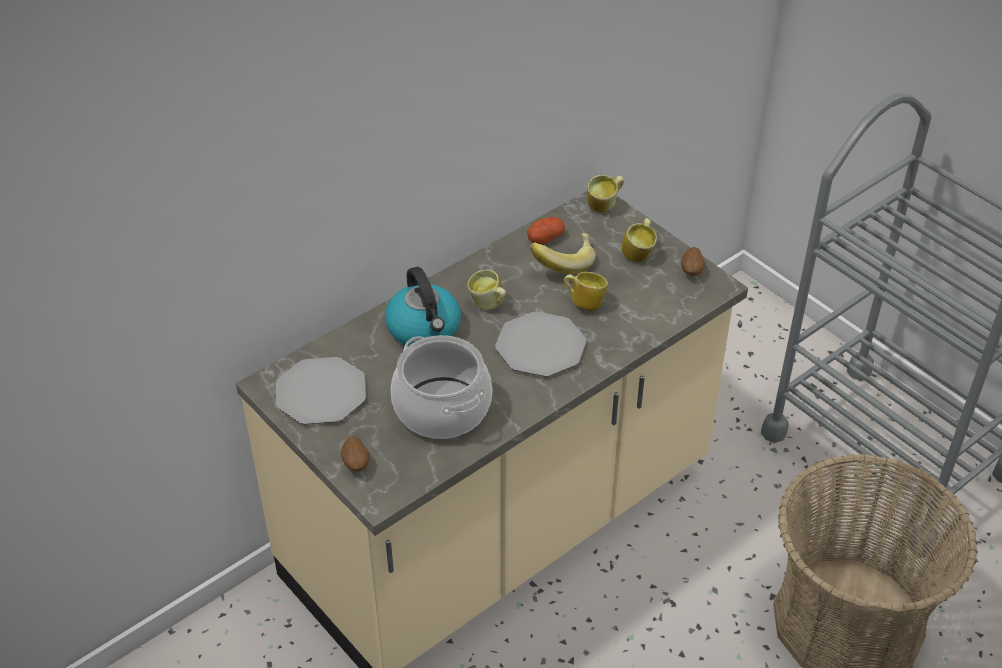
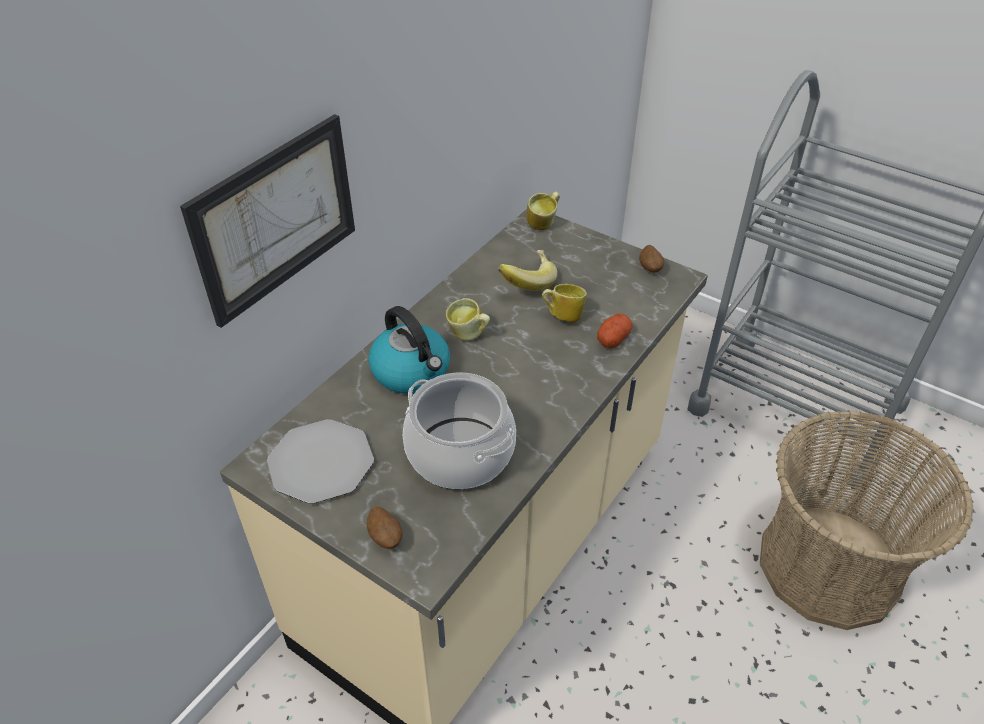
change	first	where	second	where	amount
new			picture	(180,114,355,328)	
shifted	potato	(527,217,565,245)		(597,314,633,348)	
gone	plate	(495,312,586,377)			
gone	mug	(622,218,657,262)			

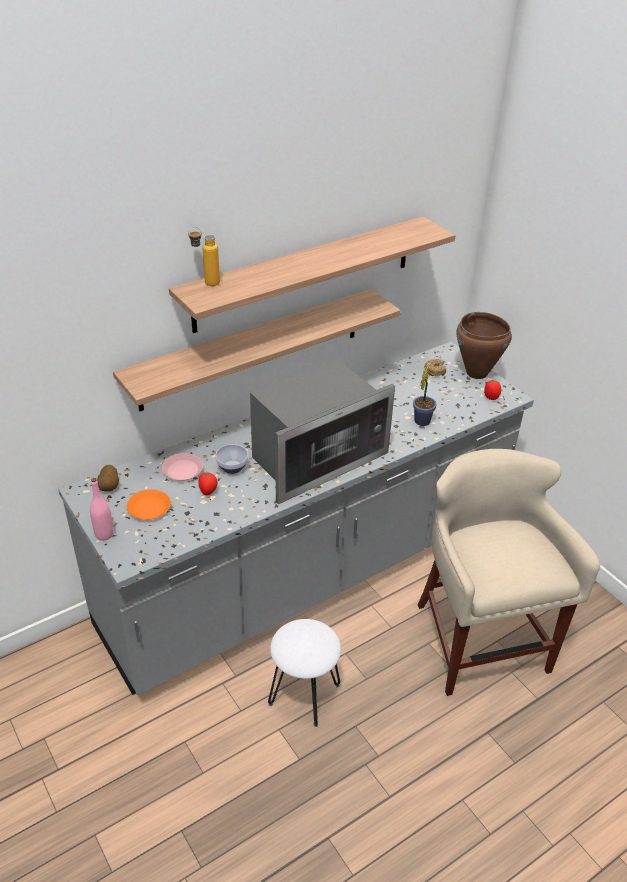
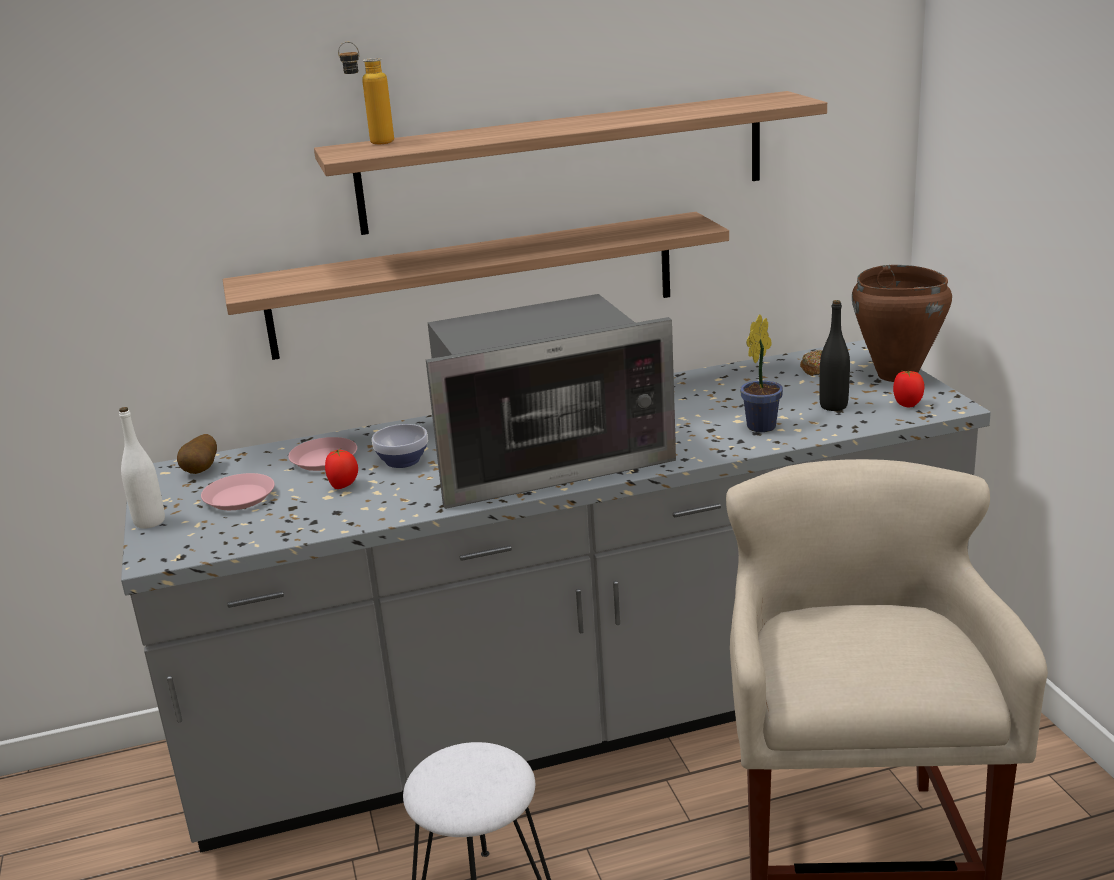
change	first	where	second	where	amount
repainted	pink bottle	(90,478,114,540)	white bottle	(119,407,165,529)	
repainted	orange plate	(127,489,170,520)	pink plate	(201,473,275,510)	
new			black bottle	(819,300,850,411)	

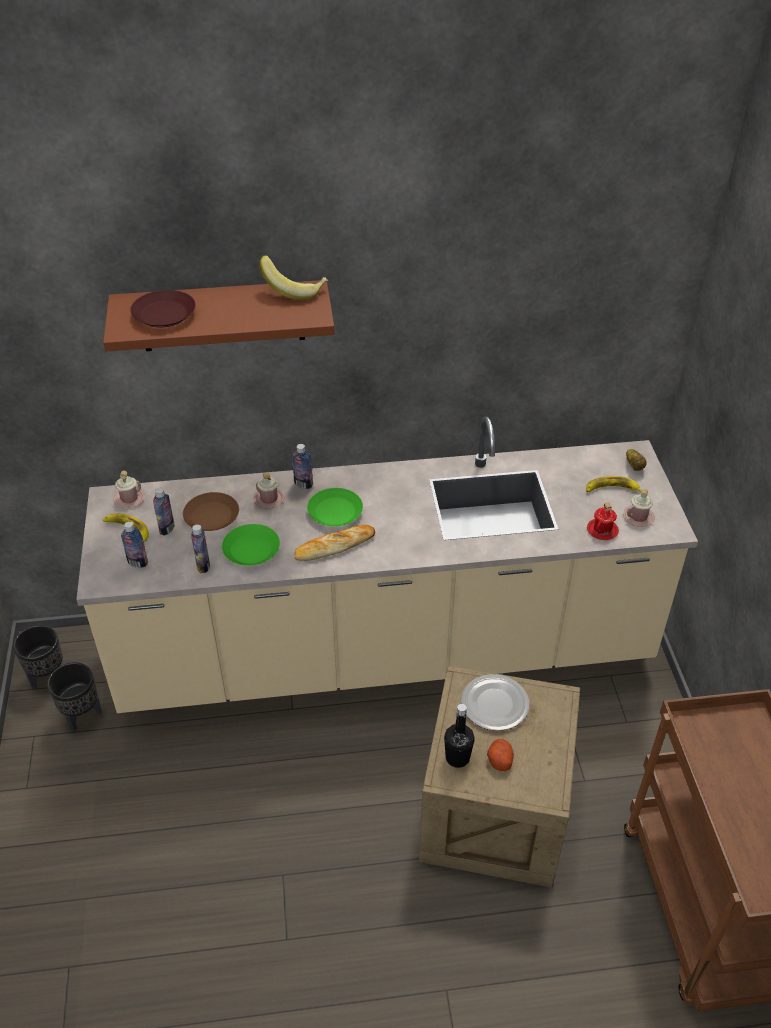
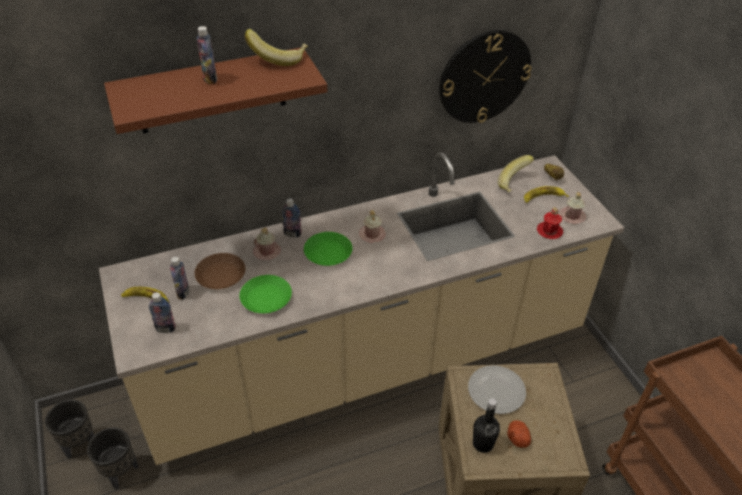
change	first	where	second	where	amount
shifted	bottle	(191,524,210,573)		(196,26,217,84)	
shifted	pink mug	(113,471,145,508)		(359,210,386,243)	
new			wall clock	(439,30,532,123)	
new			banana	(498,155,534,193)	
gone	brown plate	(130,290,196,328)			
gone	bread	(294,525,375,561)			

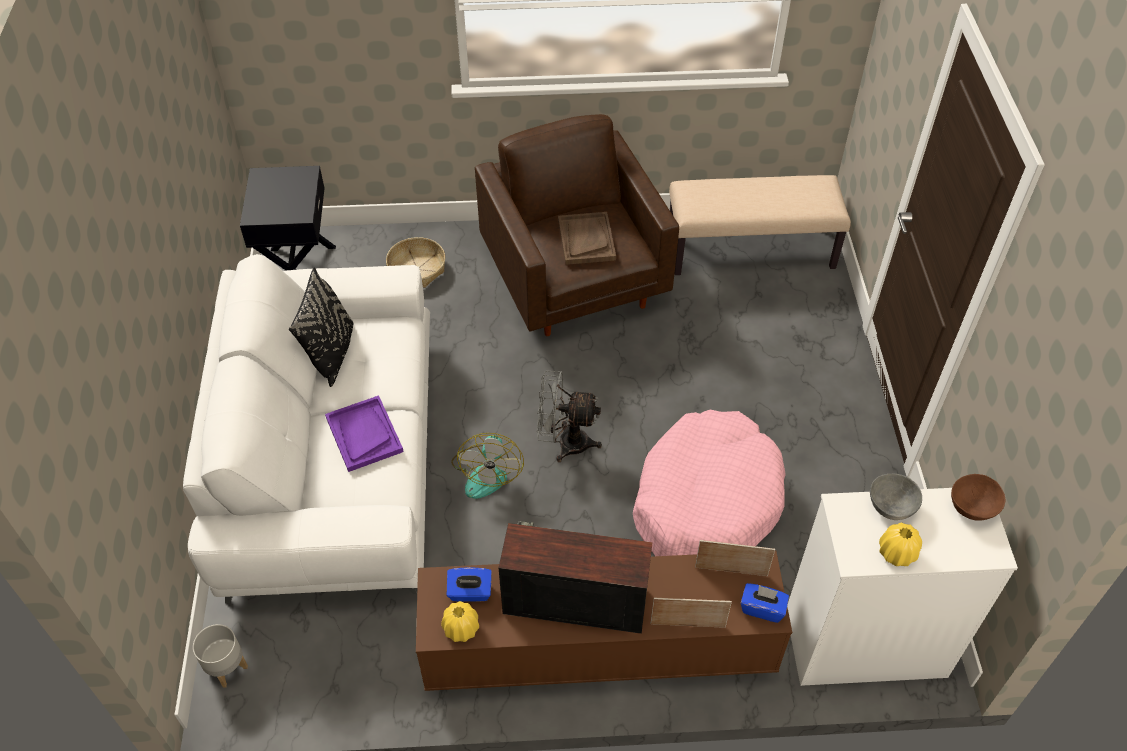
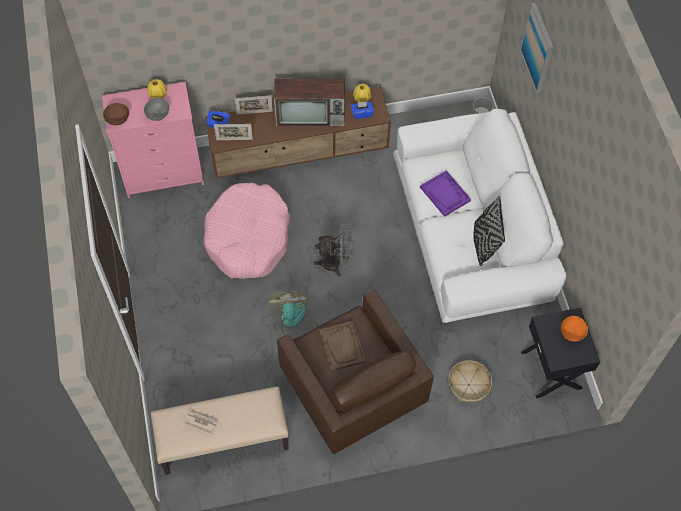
change	first	where	second	where	amount
repainted	white dresser	(787,488,1018,686)	pink dresser	(102,82,204,198)	
new			newspaper	(184,410,219,434)	
shifted	fan	(451,433,524,499)		(268,292,318,340)	
new			picture	(520,3,553,93)	
new			orange bowl	(561,316,588,341)	

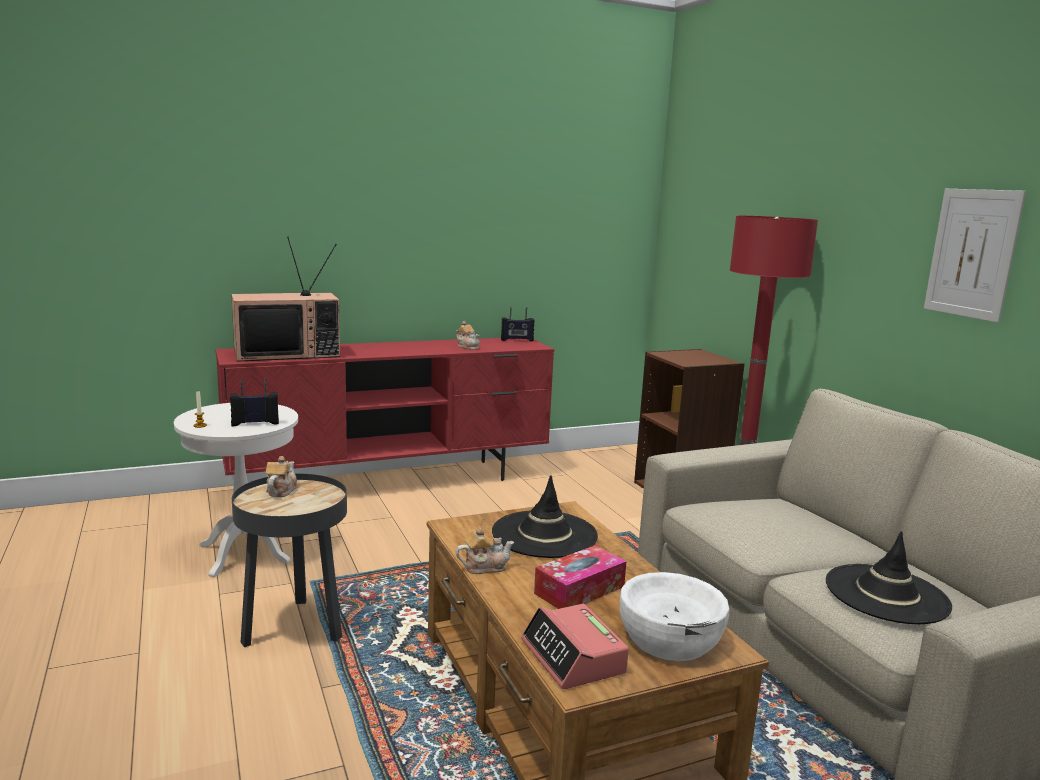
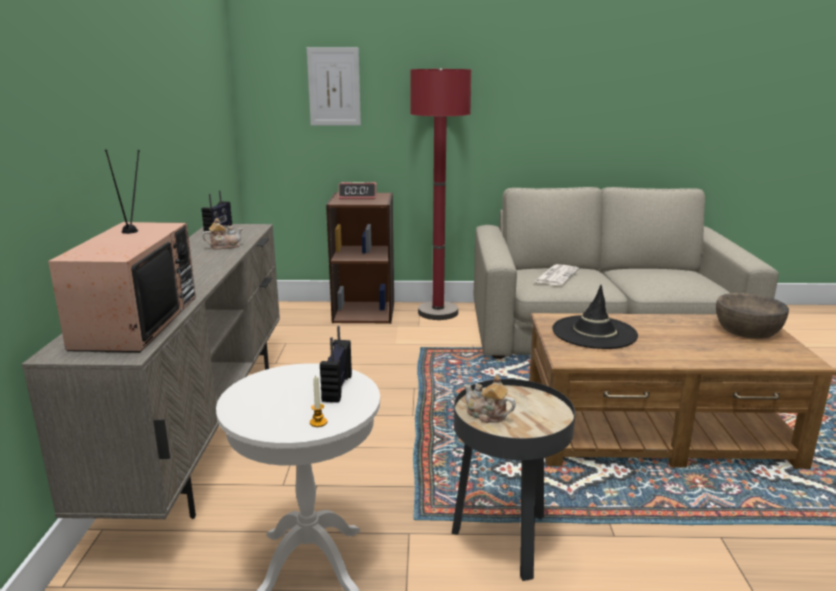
change	first	where	second	where	amount
repainted	red tv stand	(215,338,554,481)	beige tv stand	(22,224,280,519)	
shifted	picture	(924,189,1026,322)		(307,47,361,125)	
shifted	alarm clock	(521,604,629,689)		(339,182,377,199)	
new			newspaper	(534,264,579,286)	
repainted	white bowl	(620,572,729,661)	brown bowl	(716,293,789,339)	
gone	teapot	(456,527,514,574)			
gone	tissue box	(534,545,626,609)			
gone	black hat	(826,531,952,624)			

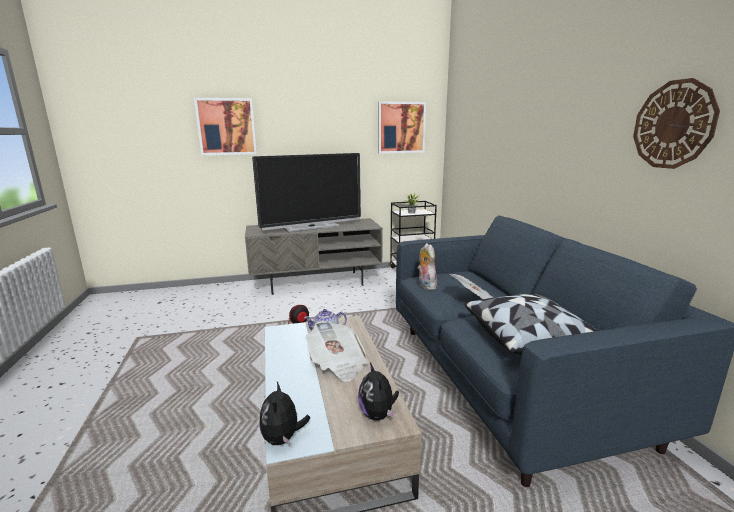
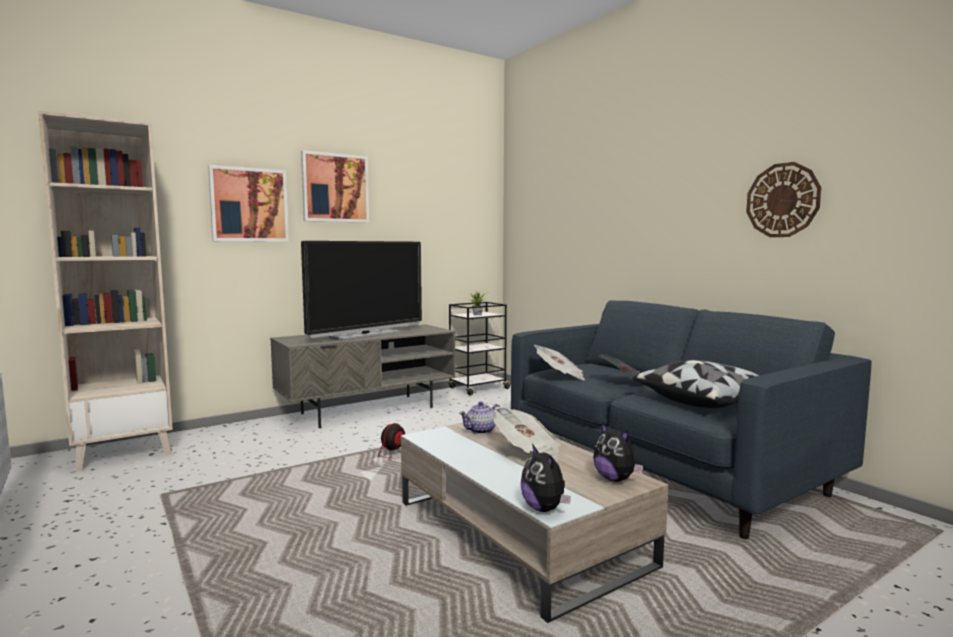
change	first	where	second	where	amount
new			beige bookcase	(38,110,173,472)	
shifted	picture	(378,101,426,154)		(301,150,369,223)	
swapped	plush toy	(417,243,437,290)	newspaper	(534,345,585,380)	

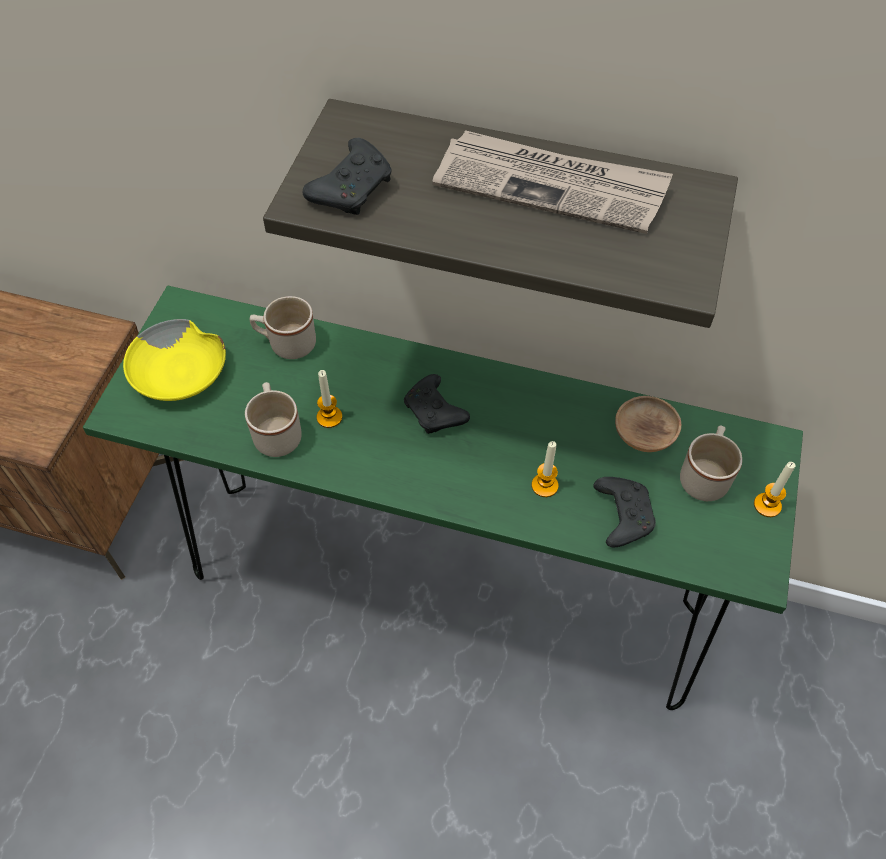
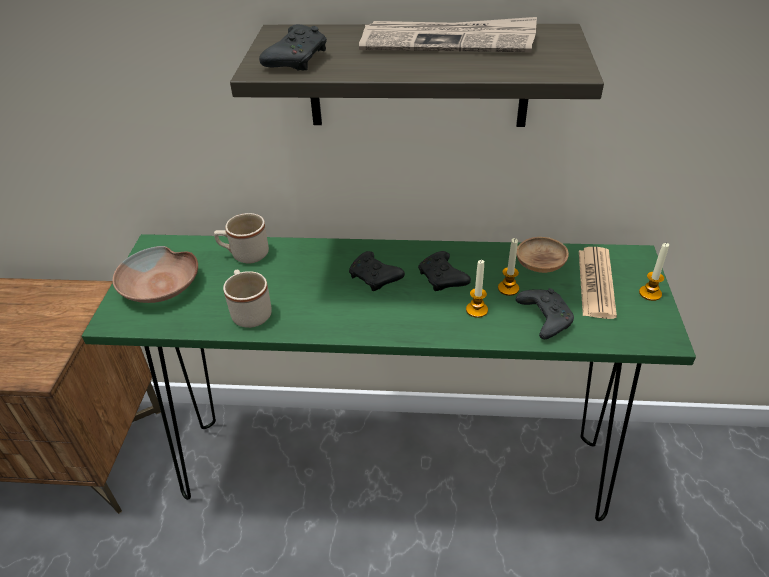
change	first	where	second	where	amount
repainted	yellow bowl	(123,319,226,401)	brown bowl	(113,246,198,303)	
new			black game controller	(418,251,471,291)	
shifted	candle	(317,370,342,428)		(498,238,519,296)	
swapped	beige mug	(680,426,742,501)	newspaper	(579,247,617,319)	

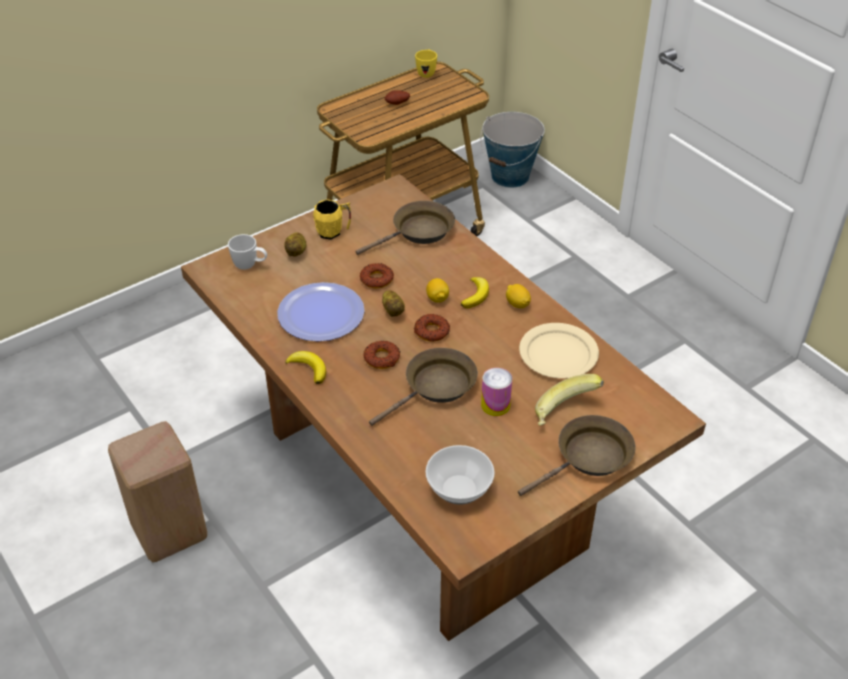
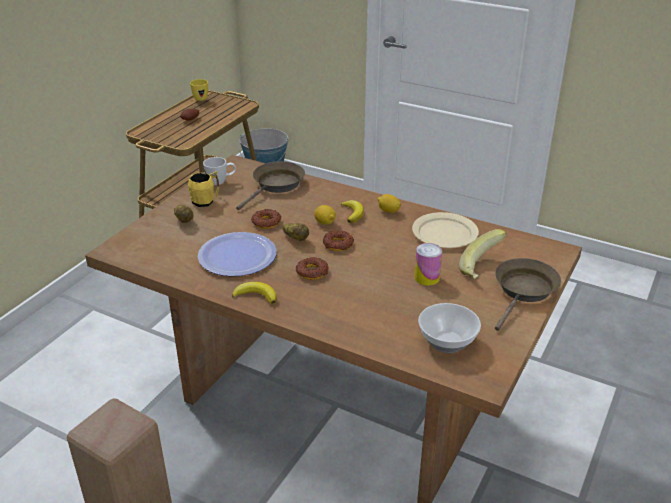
change	first	where	second	where	amount
shifted	white mug	(228,234,267,270)		(203,157,236,185)	
gone	brown frying pan	(369,348,478,426)			

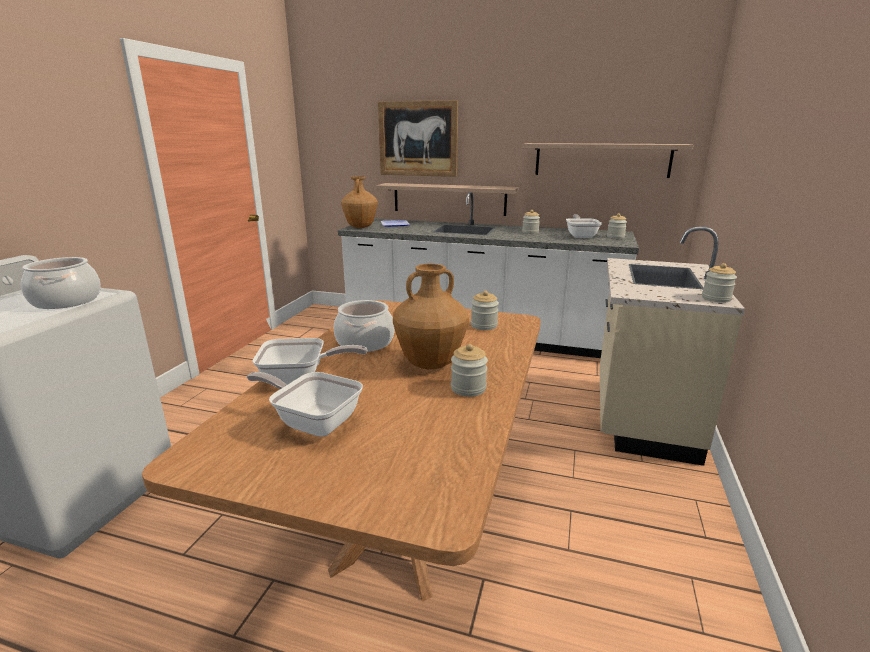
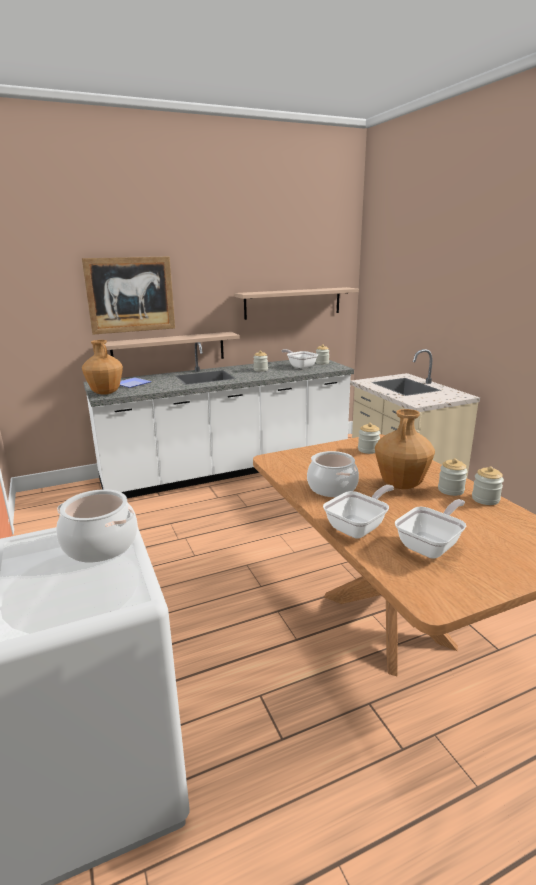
change	first	where	second	where	amount
rotated	frying pan	(247,372,363,437)		(395,499,466,559)	150 degrees clockwise
shifted	jar	(702,263,737,303)		(472,466,504,505)	

